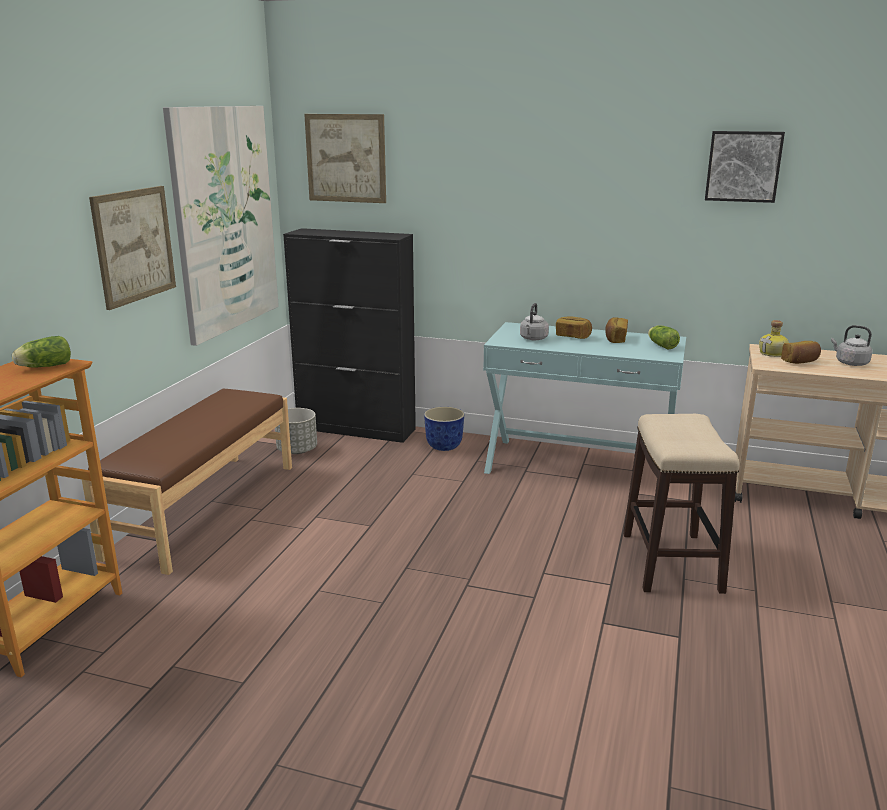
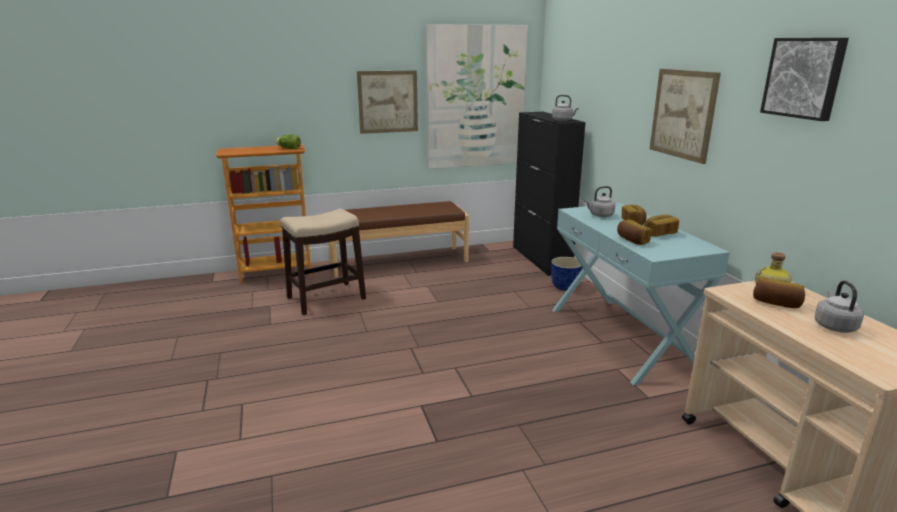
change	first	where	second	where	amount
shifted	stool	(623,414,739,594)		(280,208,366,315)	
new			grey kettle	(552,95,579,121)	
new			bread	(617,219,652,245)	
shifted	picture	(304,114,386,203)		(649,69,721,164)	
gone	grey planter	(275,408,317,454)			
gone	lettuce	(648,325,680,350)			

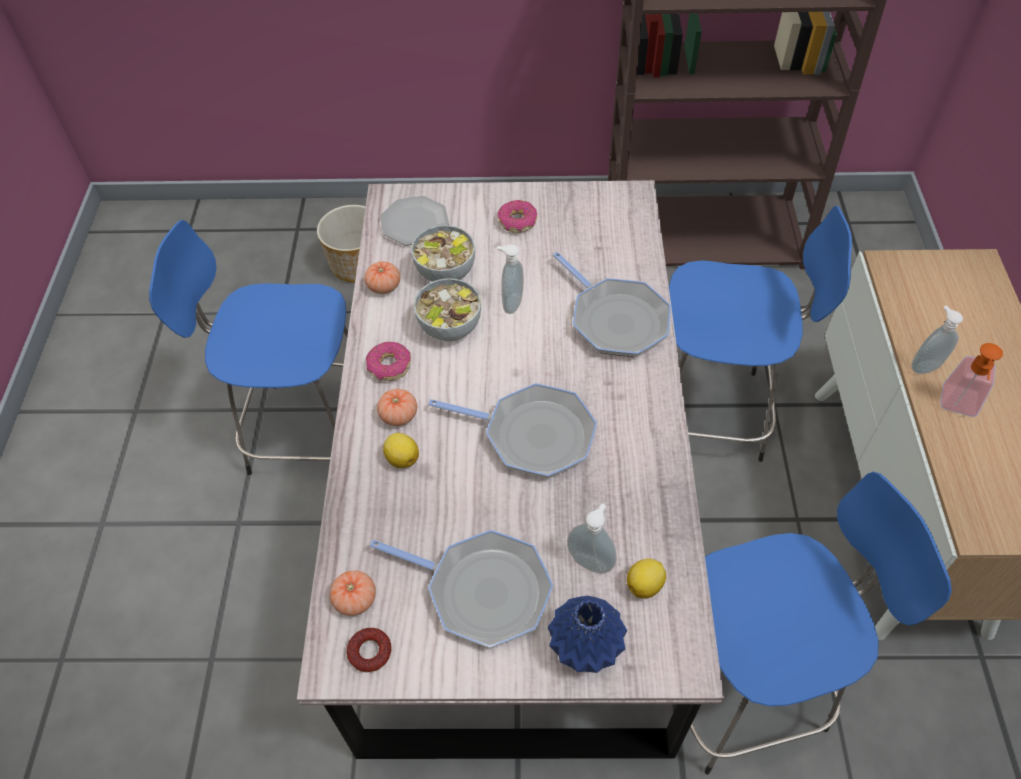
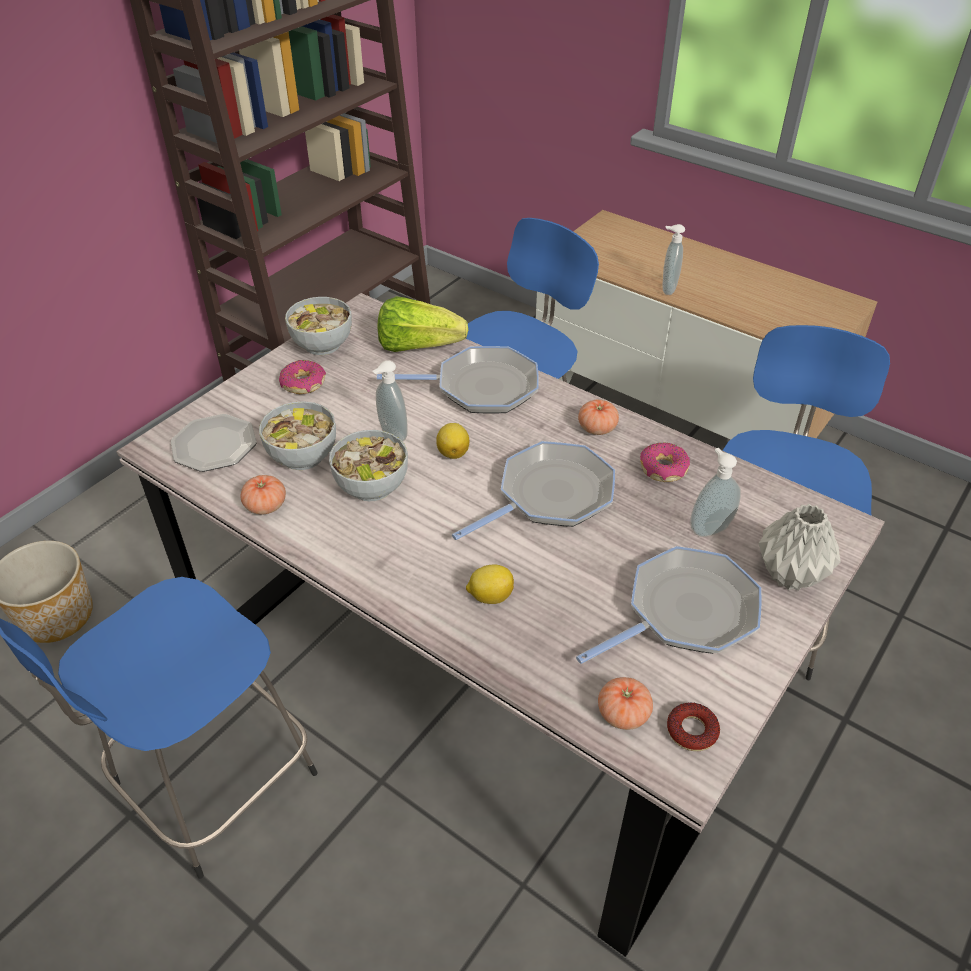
change	first	where	second	where	amount
new			bowl	(285,297,352,355)	
new			lettuce	(377,296,468,352)	
shifted	lemon	(627,559,666,598)		(436,423,469,459)	
shifted	tomato	(377,389,417,426)		(578,399,619,435)	
shifted	donut	(366,342,411,381)		(640,442,690,482)	
repainted	blue vase	(548,596,627,673)	grey vase	(758,504,841,591)	
gone	soap dispenser	(941,343,1003,417)			

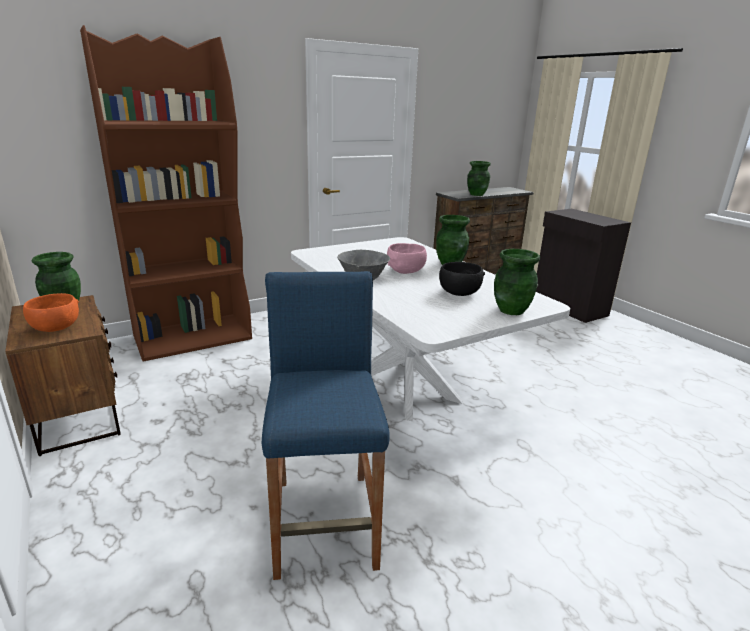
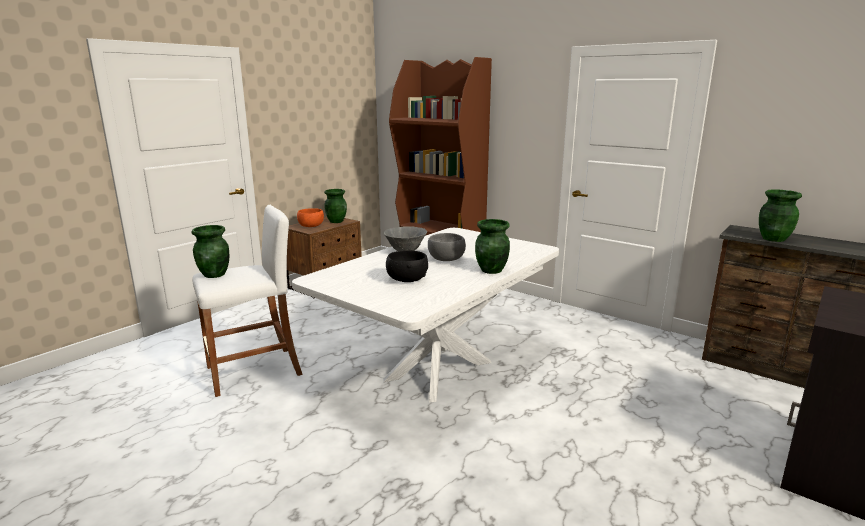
change	first	where	second	where	amount
repainted	blue stool	(262,271,390,580)	white stool	(192,205,303,397)	
shifted	green vase	(494,249,540,315)		(192,225,229,278)	
repainted	pink bowl	(387,243,427,274)	grey bowl	(428,233,466,261)	

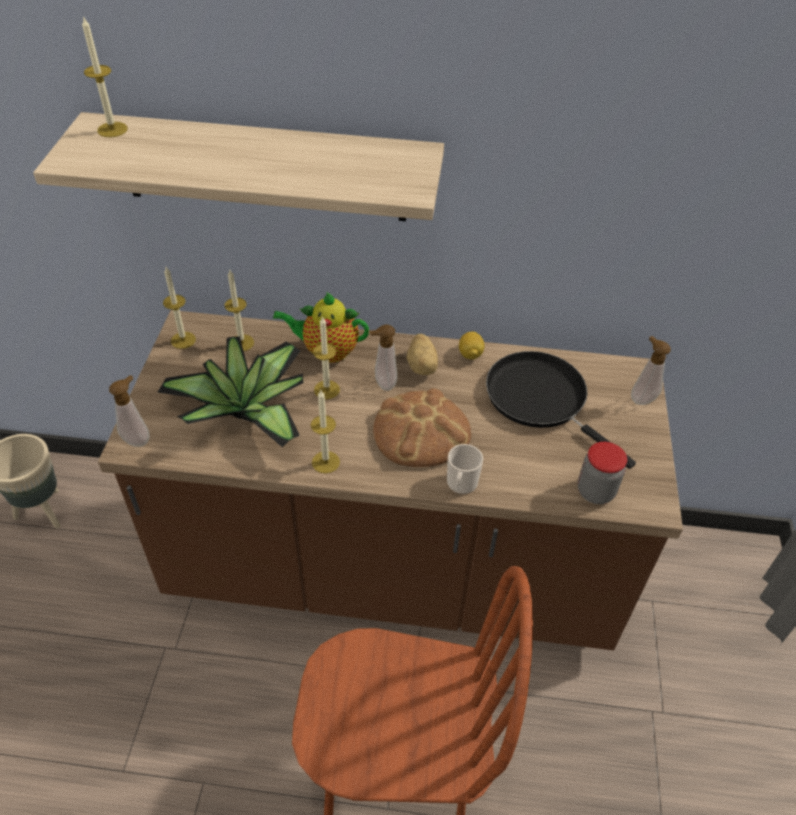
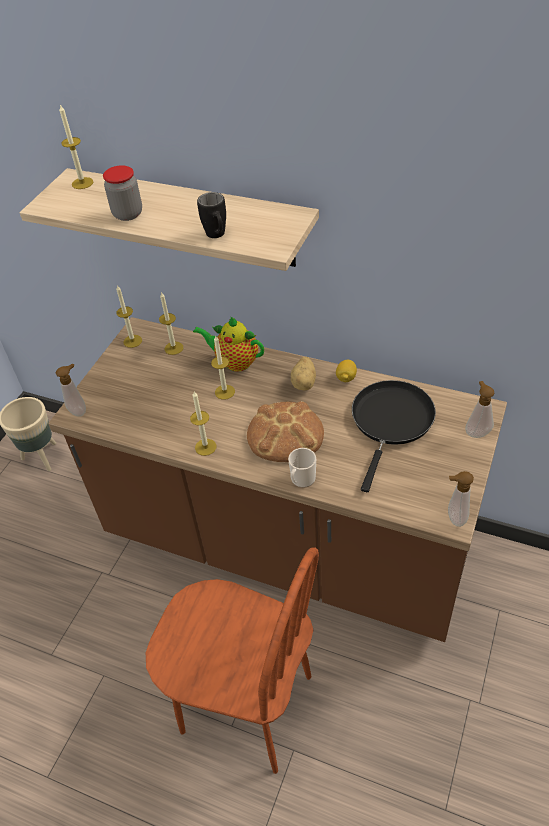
change	first	where	second	where	amount
shifted	jar	(578,442,627,504)		(103,165,142,221)	
new			black mug	(197,192,226,238)	
rotated	black frying pan	(486,351,636,469)		(352,380,436,492)	45 degrees clockwise
shifted	soap dispenser	(370,324,397,391)		(448,471,474,527)	
gone	potted plant	(158,336,304,447)			

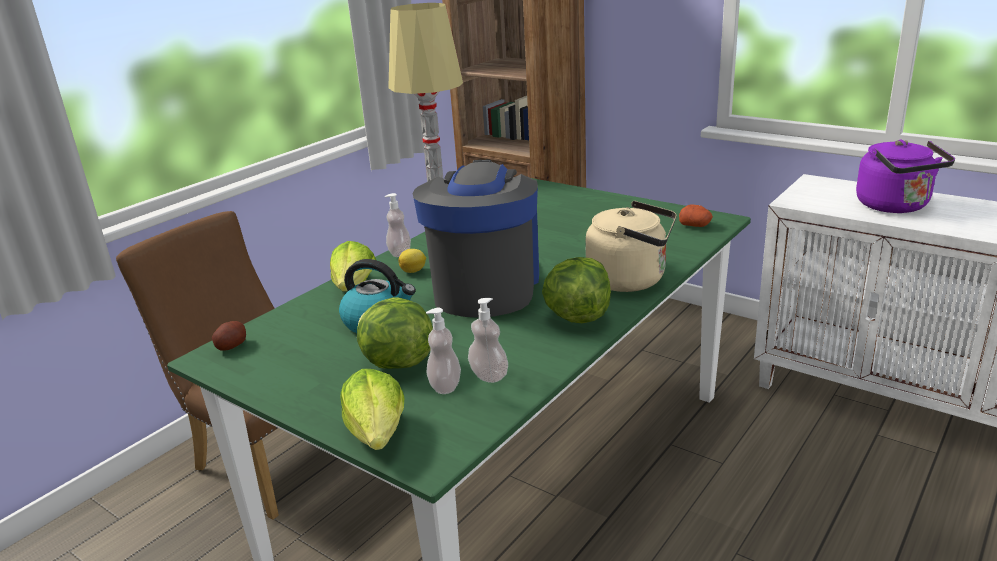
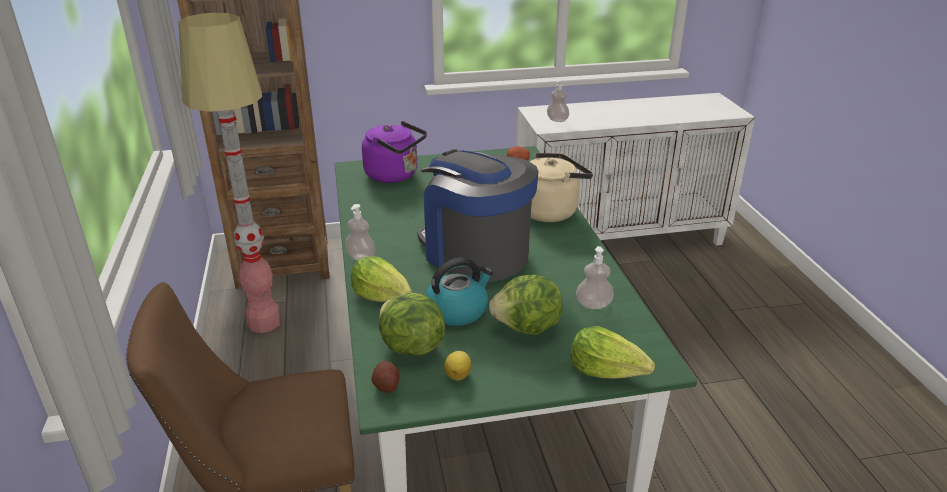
change	first	where	second	where	amount
shifted	purple kettle	(856,140,955,213)		(362,121,427,183)	
shifted	lettuce	(542,257,611,323)		(379,292,445,355)	
shifted	lemon	(398,249,426,273)		(444,351,471,380)	
shifted	soap dispenser	(426,308,461,394)		(547,79,569,122)	

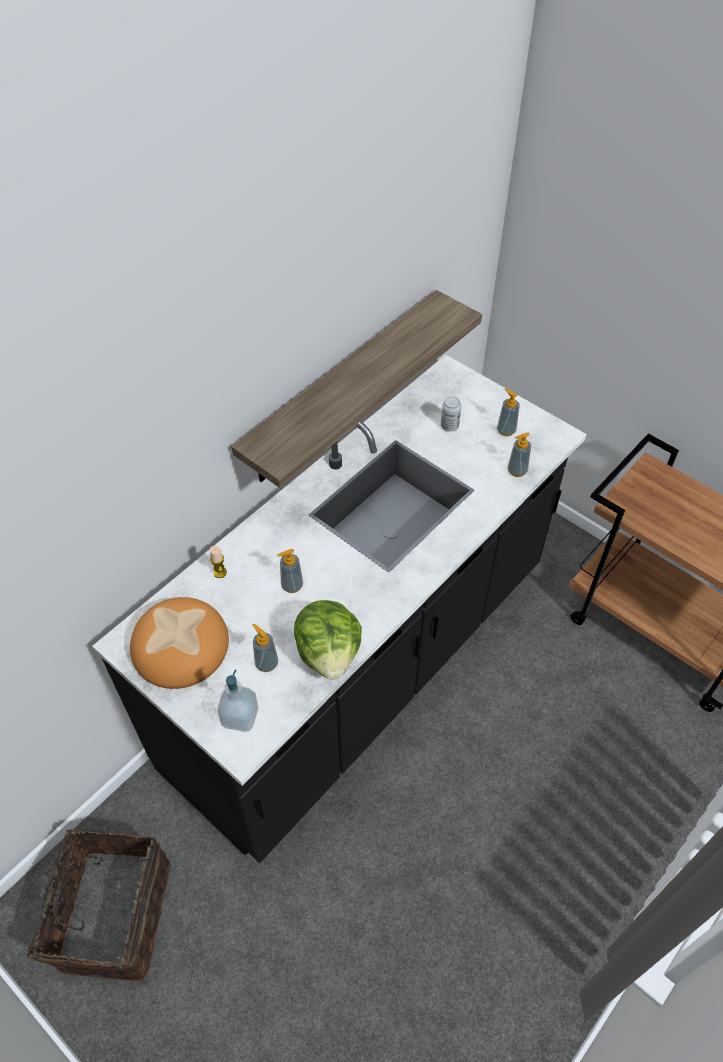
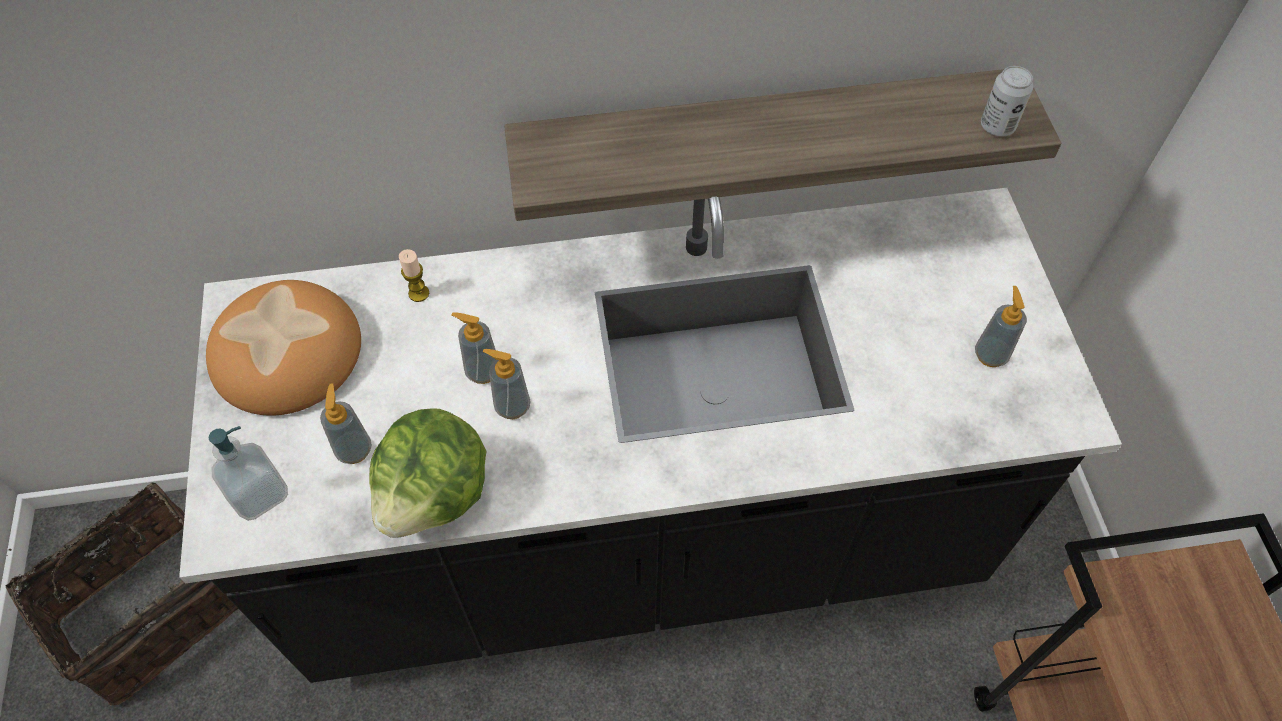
change	first	where	second	where	amount
shifted	soap dispenser	(508,432,531,477)		(483,349,531,419)	
shifted	can	(441,397,461,432)		(981,66,1034,136)	

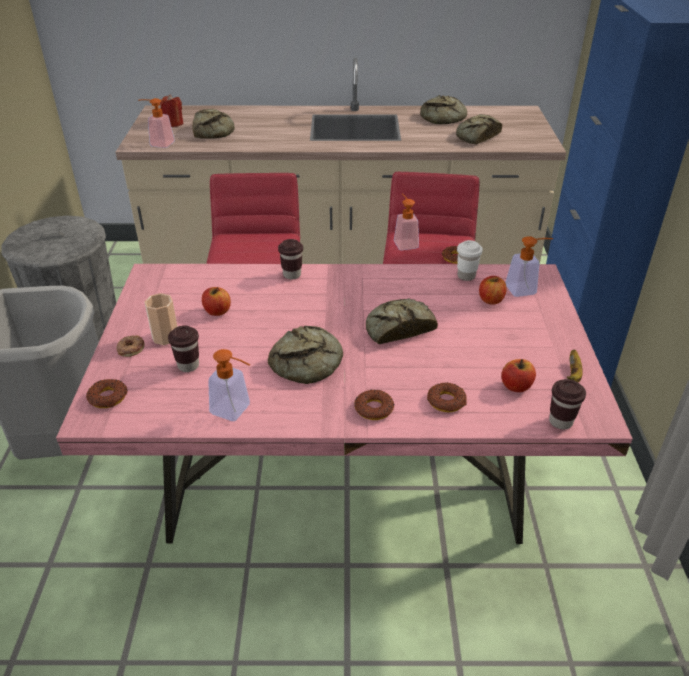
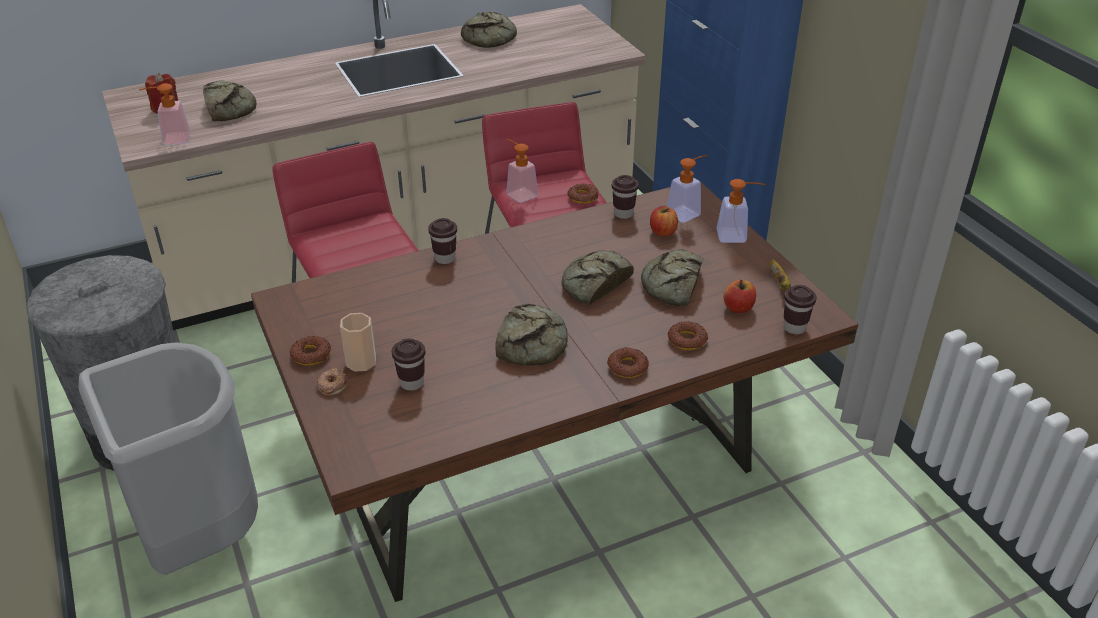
change	first	where	second	where	amount
repainted	pink dining table	(56,264,633,544)	brown dining table	(251,182,859,602)	
shifted	donut	(86,379,128,408)		(290,336,331,366)	
repainted	white cup	(457,240,483,281)	brown cup	(612,175,639,219)	
shifted	bread	(456,114,502,145)		(641,249,704,306)	
shifted	soap dispenser	(208,349,251,421)		(716,179,765,243)	
gone	apple	(202,287,231,316)			

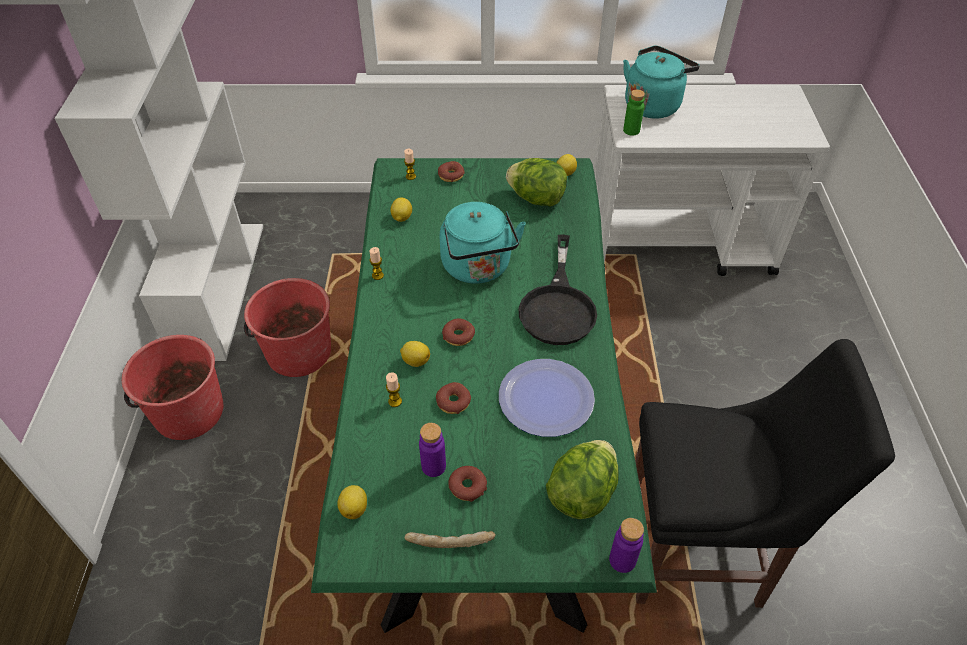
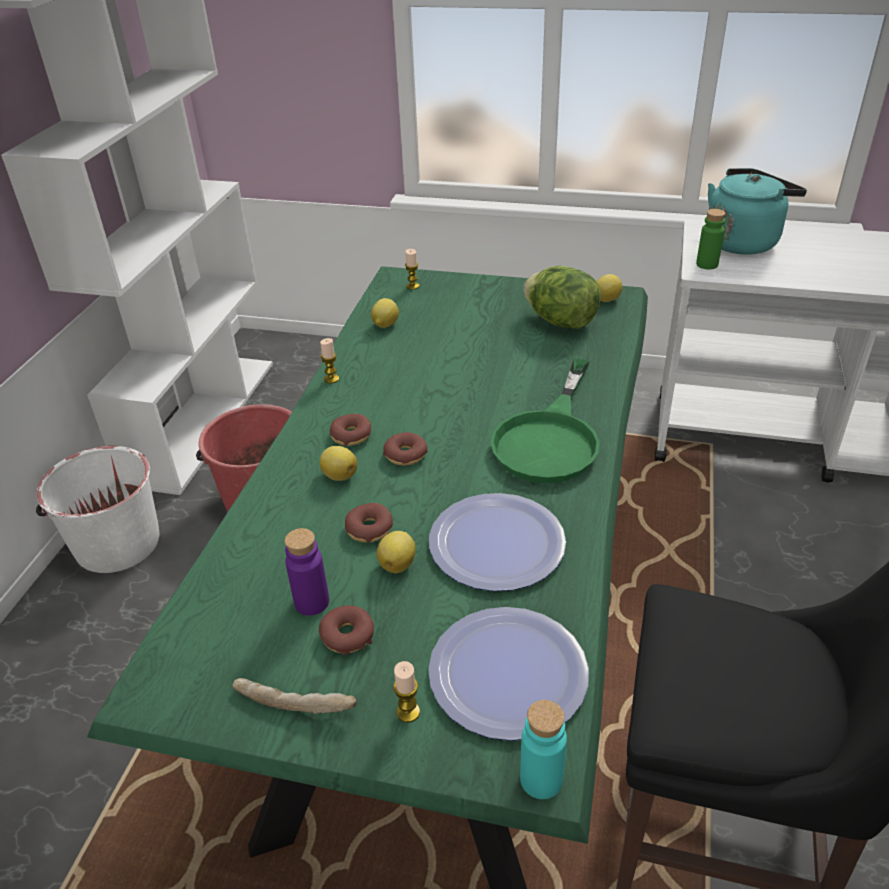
change	first	where	second	where	amount
repainted	red bucket	(122,335,223,440)	white bucket	(36,446,159,573)	
shifted	donut	(438,161,465,182)		(330,414,371,446)	
shifted	lemon	(337,485,367,519)		(377,531,416,573)	
shifted	candle	(386,372,402,407)		(394,661,420,723)	
swapped	lettuce	(546,440,619,519)	plate	(428,607,589,741)	
repainted	black frying pan	(518,235,597,345)	green frying pan	(490,359,600,483)	
repainted	purple bottle	(609,518,644,573)	turquoise bottle	(520,700,567,799)	
gone	turquoise kettle	(440,202,526,284)			

